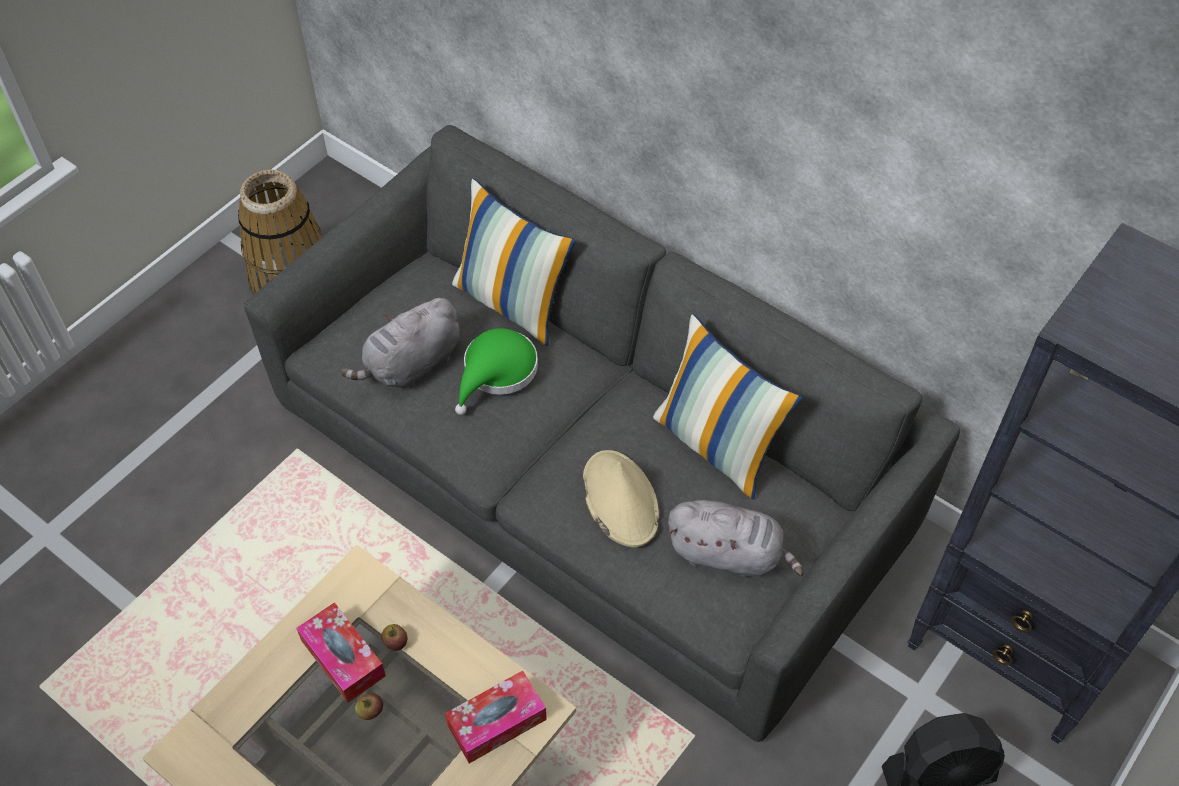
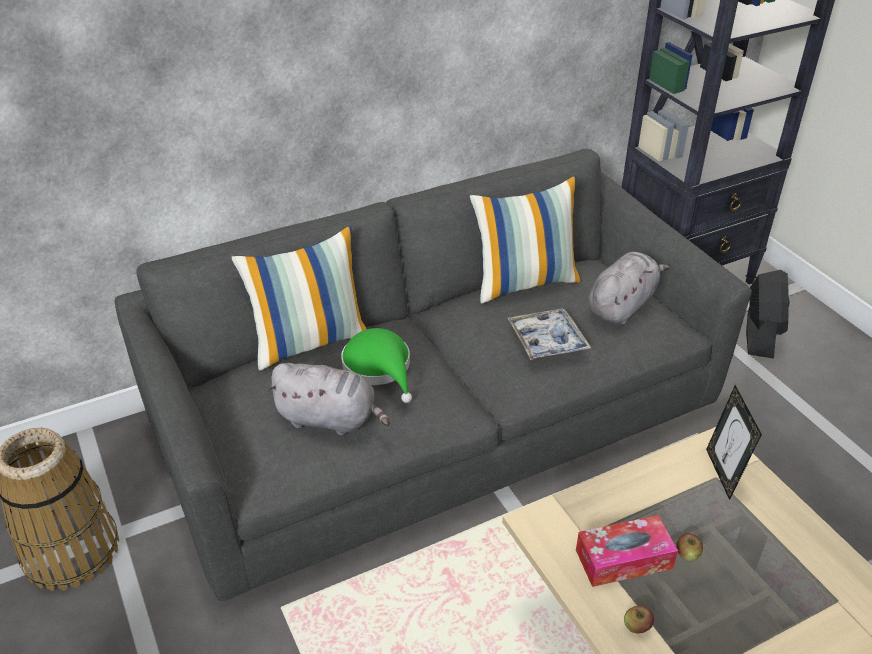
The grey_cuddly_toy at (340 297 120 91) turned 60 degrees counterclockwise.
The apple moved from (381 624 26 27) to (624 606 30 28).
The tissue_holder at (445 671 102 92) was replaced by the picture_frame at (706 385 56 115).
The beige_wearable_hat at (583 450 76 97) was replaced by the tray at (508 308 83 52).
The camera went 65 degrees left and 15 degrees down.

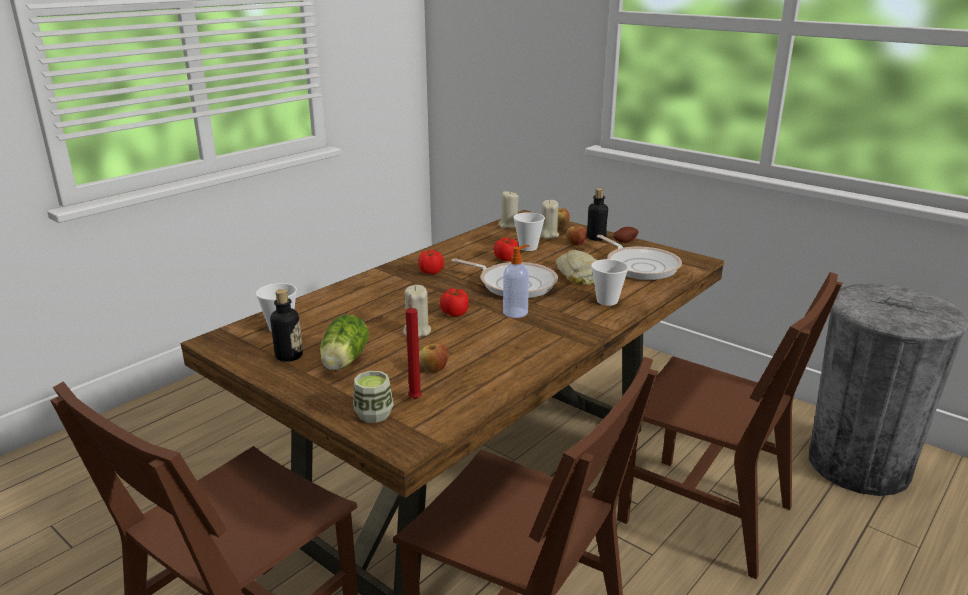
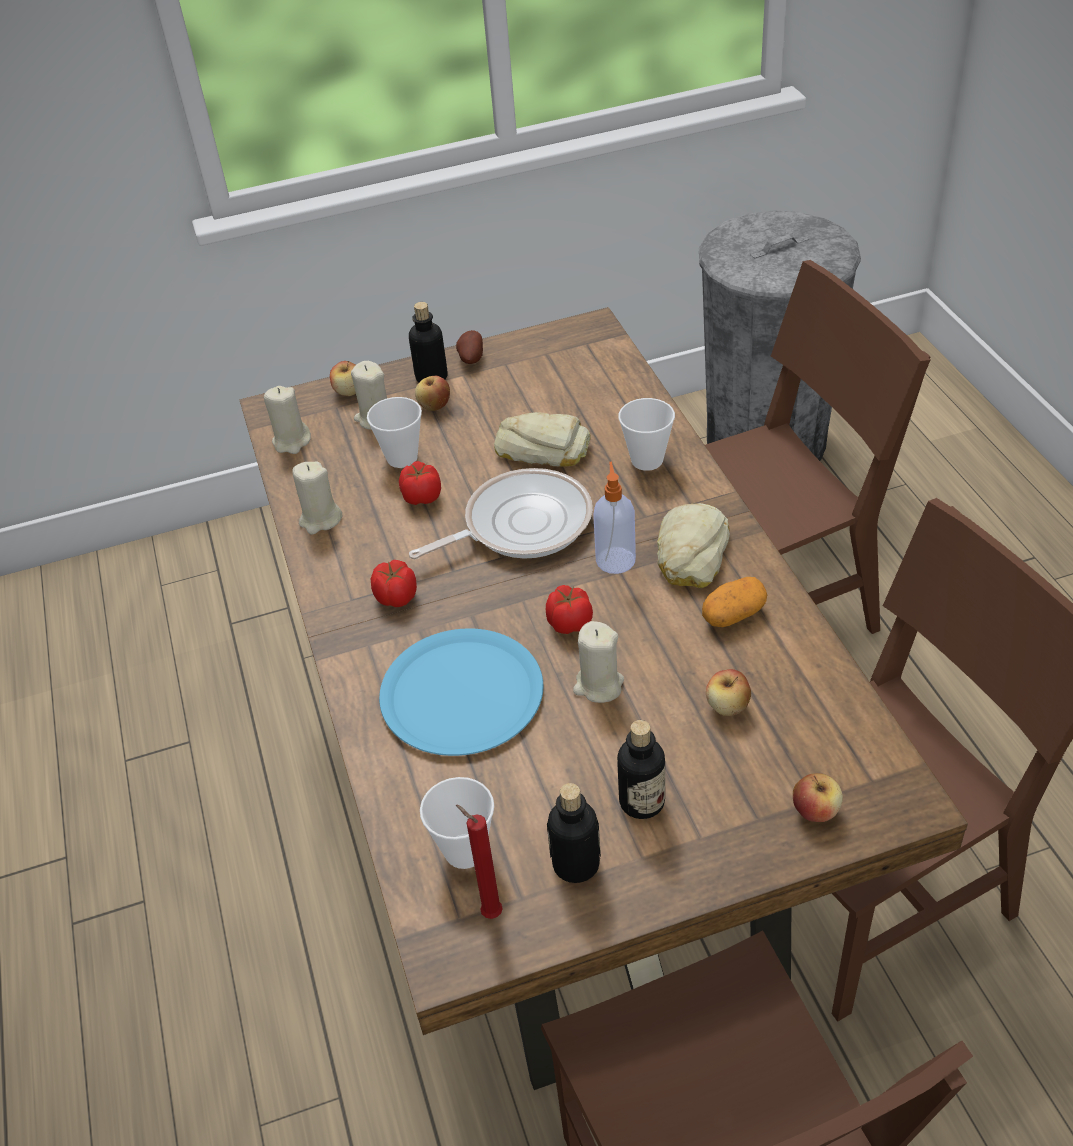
The lettuce at (320 315 49 56) was replaced by the drink_bottle at (617 720 48 99).
The small_cup at (353 371 41 52) was replaced by the apple at (793 773 50 49).
The red_wax_light moved from (405 295 17 104) to (456 805 47 114).
The skillet at (597 235 85 45) disappeared.
The beige_wax_light at (293 461 49 73) appeared.
The bluish_plate at (379 628 164 128) appeared.
The baked_bread at (657 503 73 85) appeared.
The whole_potato at (702 577 65 50) appeared.
The camera went 55 degrees left and 20 degrees up.

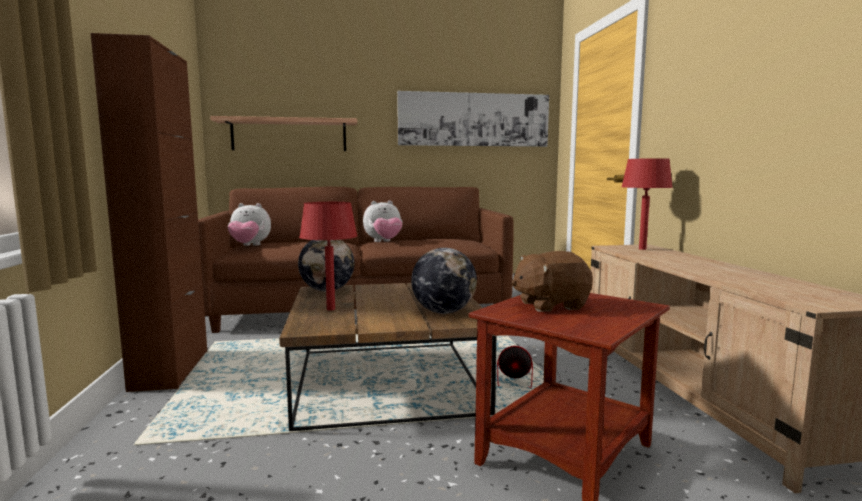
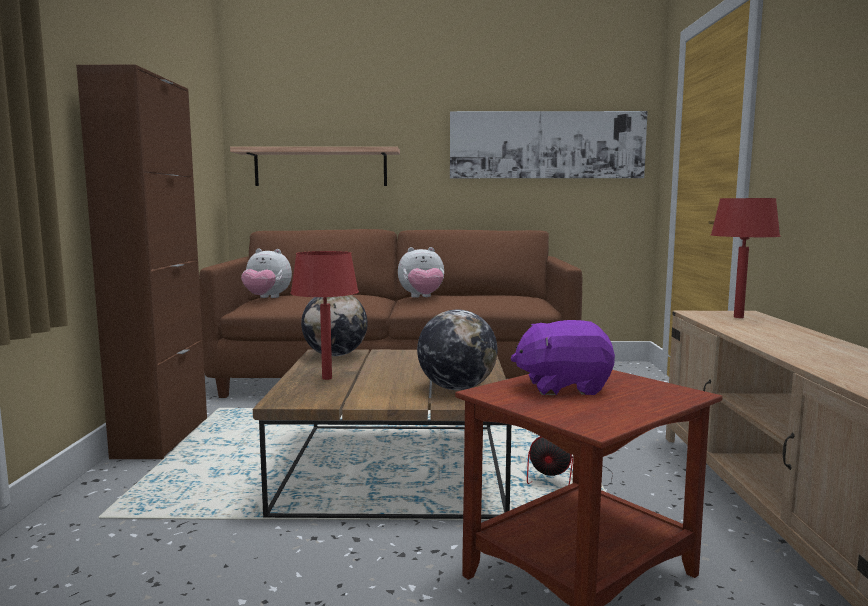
The brown-coloured_cuddly_toy at (511 251 82 61) became the purple-coloured_cuddly_toy at (511 320 104 75).
The camera went 10 degrees right and 0 degrees up.

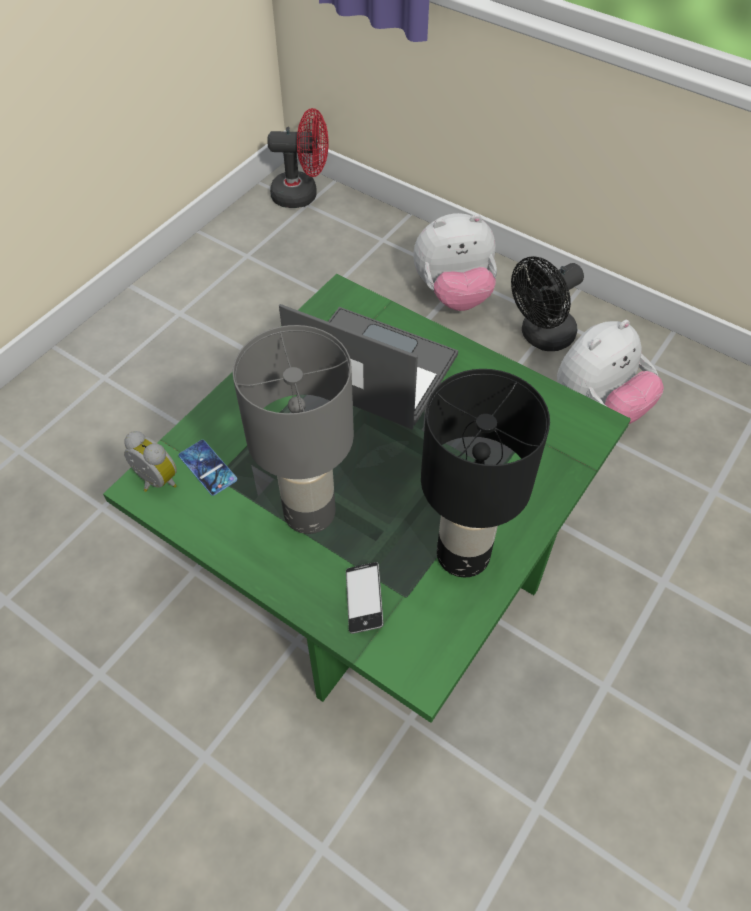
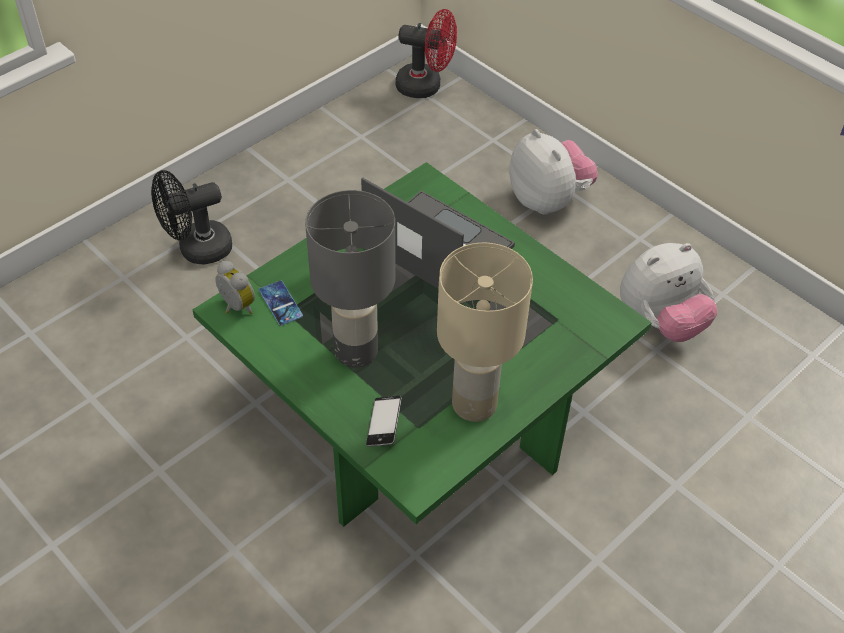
The cuddly_toy at (413 213 84 98) turned 120 degrees counterclockwise.
The blackish_lamp_for_a_table at (421 369 129 209) became the beige_lamp_for_a_table at (437 243 96 179).
The blackish_cooling_fan moved from (511 256 73 95) to (151 170 81 95).
The camera went 10 degrees right and 5 degrees down.

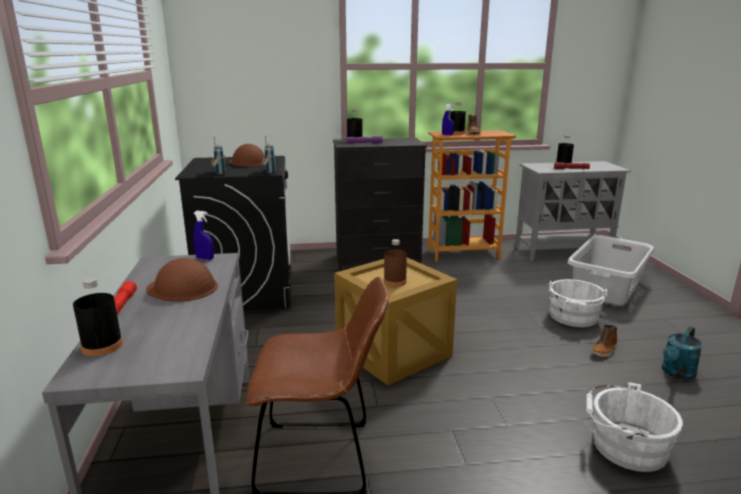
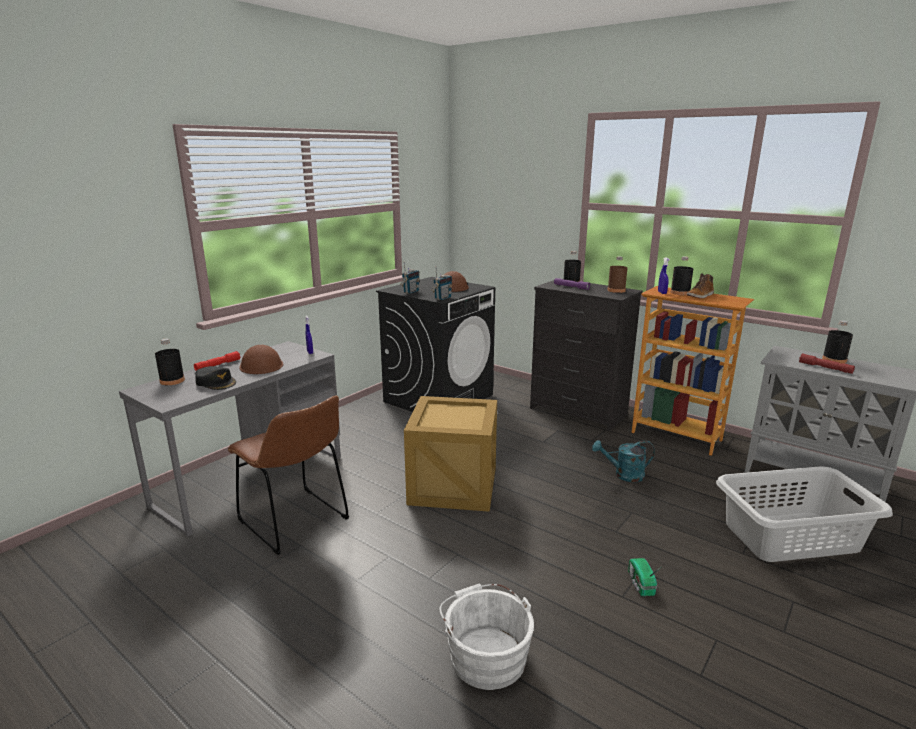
The brown-coloured_drink_bottle moved from (384 239 23 48) to (608 256 19 37).
The white-coloured_pail at (548 279 59 48) disappeared.
The boot at (591 324 27 33) was replaced by the radio_receiver at (628 558 33 38).
The turquoise-coloured_watering_pot moved from (662 326 41 54) to (592 440 63 42).
The blackish_baseball_cap at (195 366 41 24) appeared.
The camera went 45 degrees right and 0 degrees up.

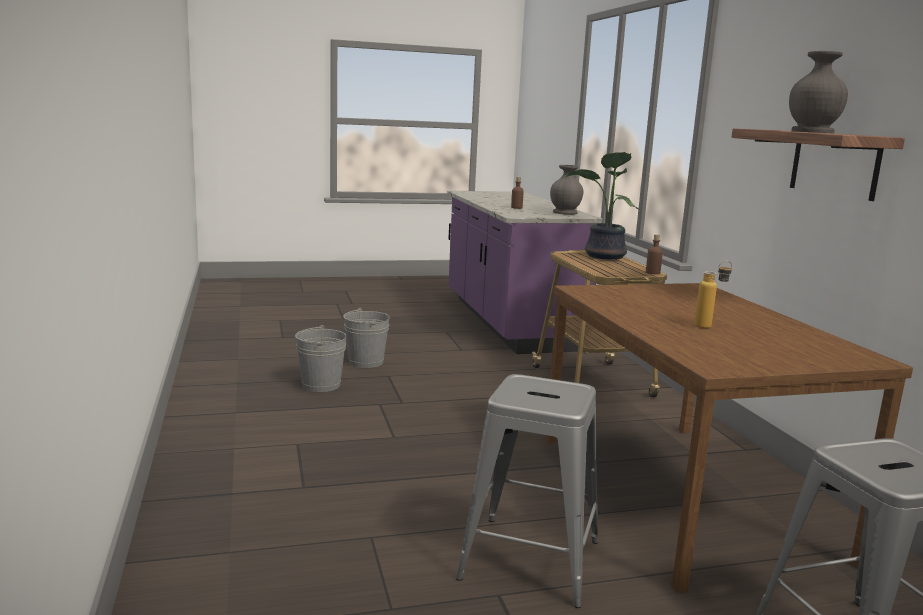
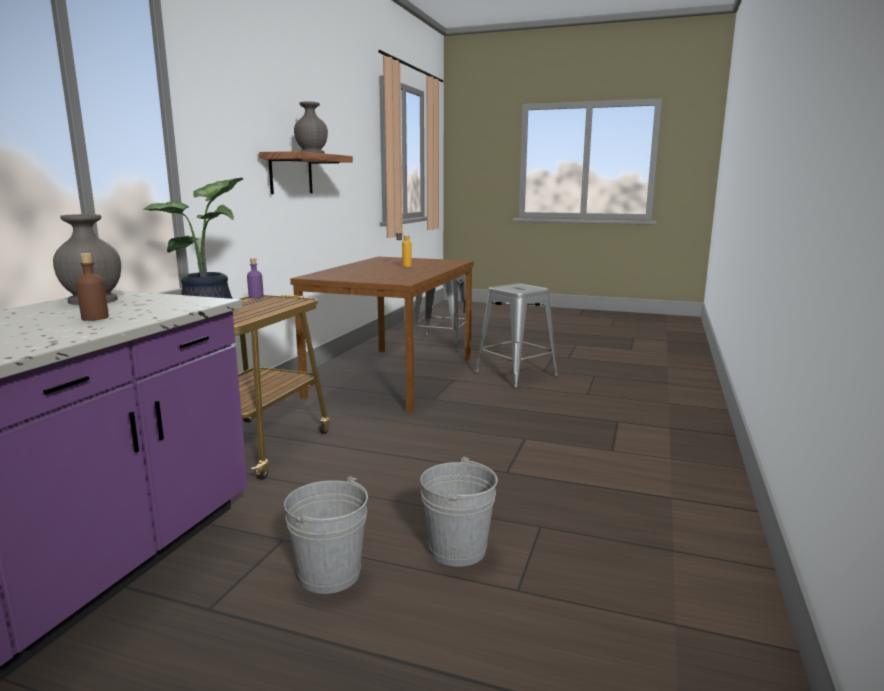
The grey_pail moved from (295 325 52 67) to (284 476 84 118).
The brown-coloured_drink_bottle at (646 234 17 40) became the purple-coloured_drink_bottle at (247 258 17 40).
The camera went 145 degrees left and 0 degrees up.

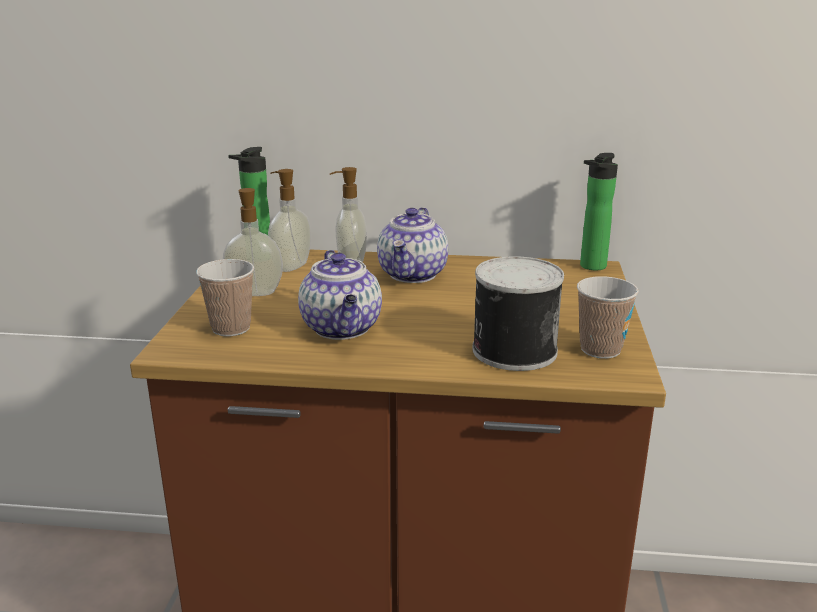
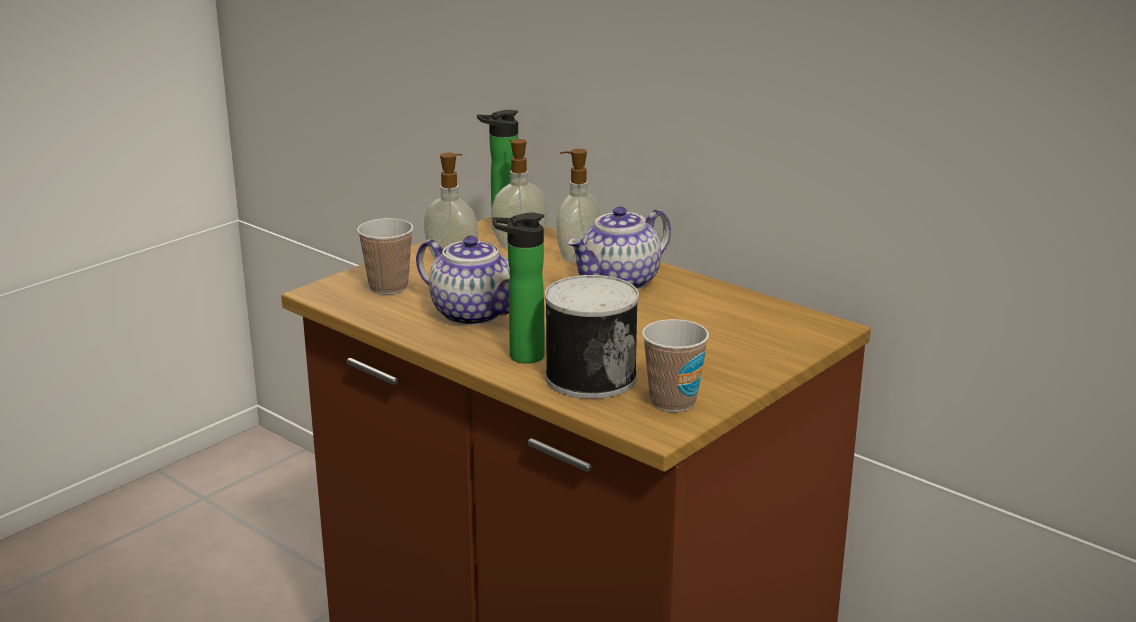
The teapot at (298 250 84 90) turned 75 degrees counterclockwise.
The drink_bottle moved from (580 153 38 117) to (492 213 53 151).
The camera went 35 degrees right and 0 degrees up.

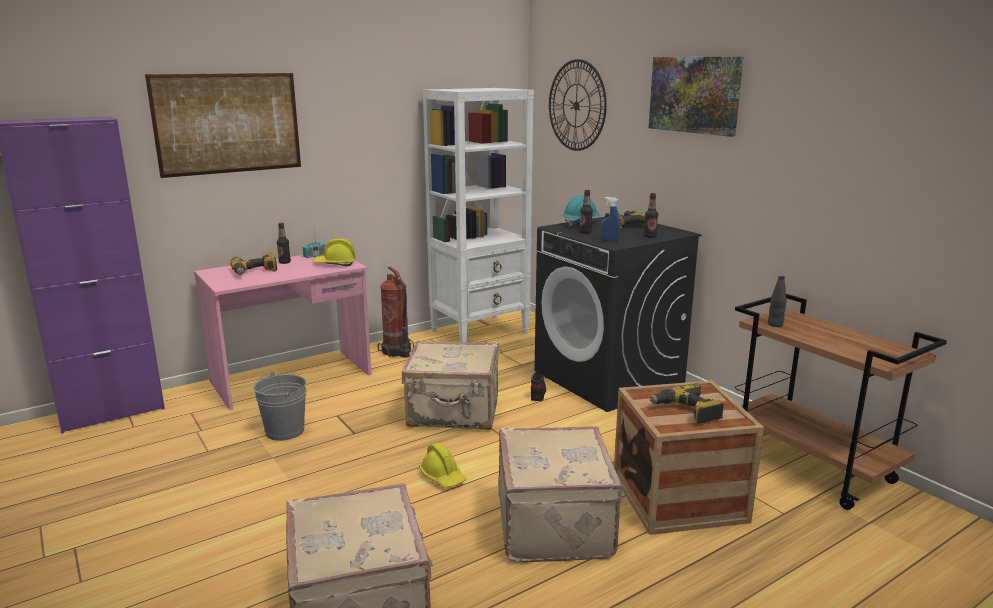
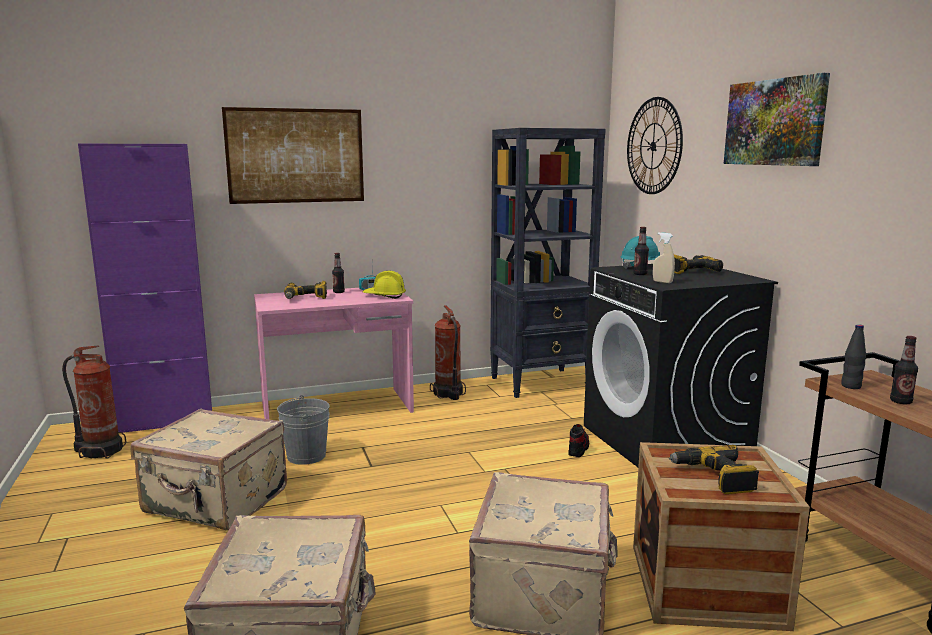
The beige_piece_of_luggage moved from (402 340 97 90) to (130 409 157 121).
The yellow_safety_helmet at (419 443 47 44) disappeared.
The white-coloured_shelving_unit at (423 88 111 254) became the blackish_shelving_unit at (490 128 116 270).
The bluish_sprayer at (601 197 19 45) became the beige_sprayer at (653 232 22 51).
The drink_bottle moved from (644 193 14 45) to (890 336 28 68).
The extinguisher at (62 346 64 113) appeared.
The camera went 15 degrees right and 5 degrees down.

